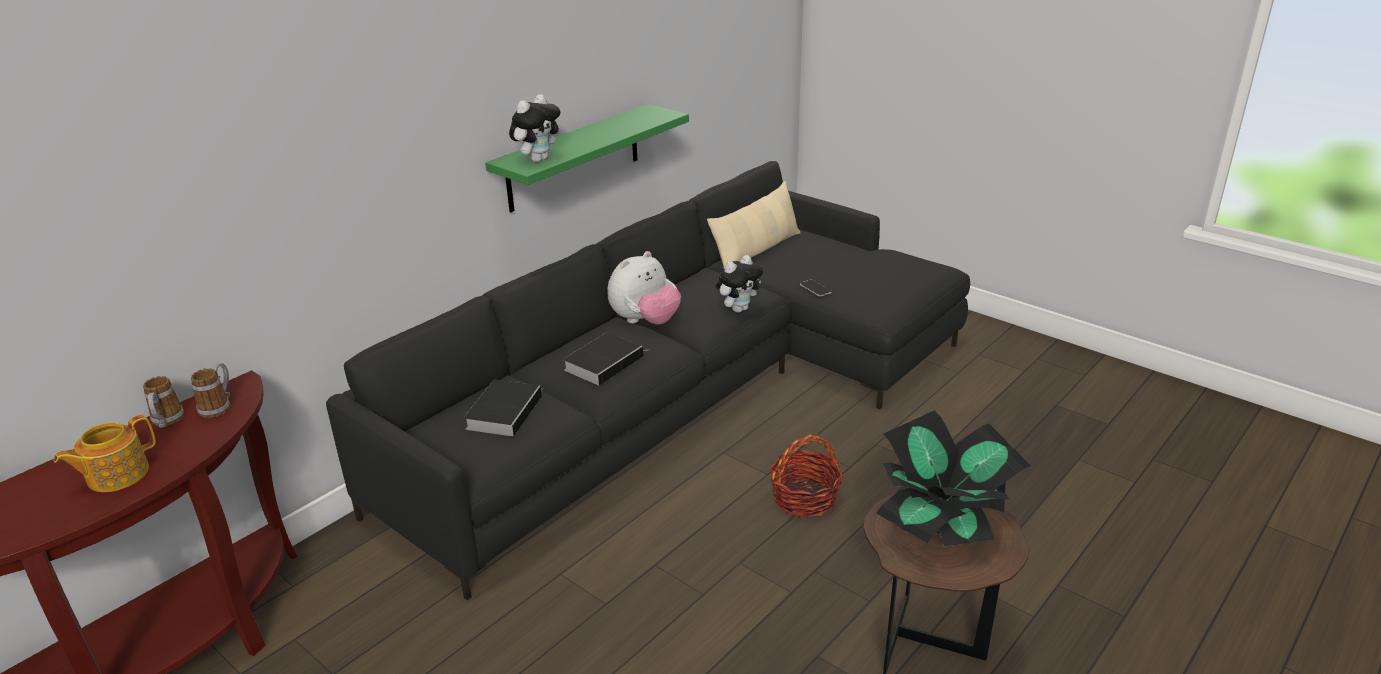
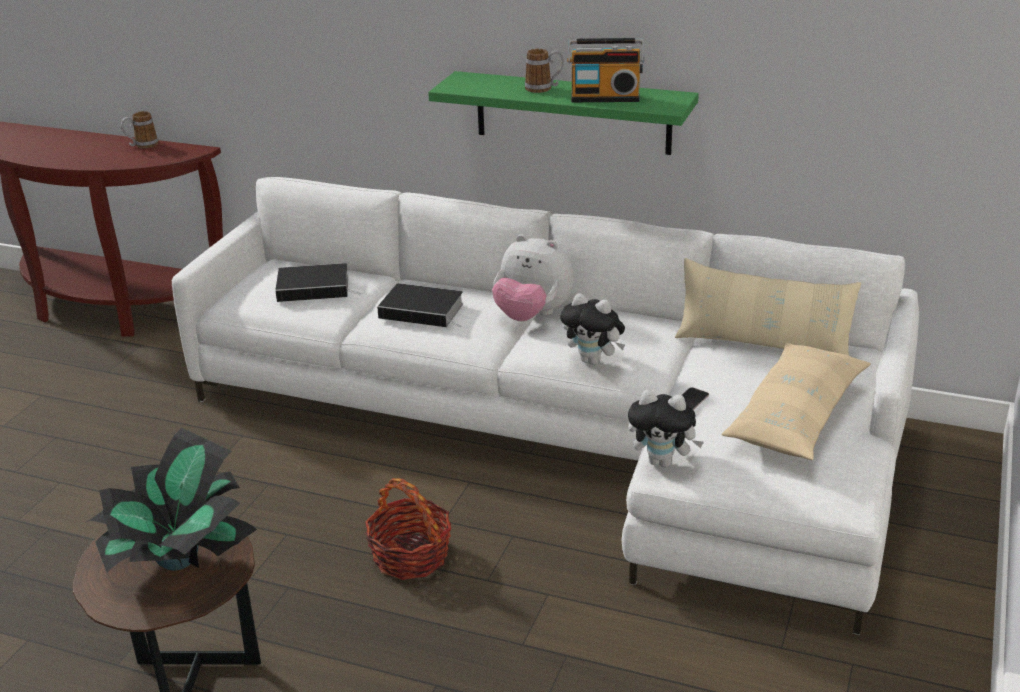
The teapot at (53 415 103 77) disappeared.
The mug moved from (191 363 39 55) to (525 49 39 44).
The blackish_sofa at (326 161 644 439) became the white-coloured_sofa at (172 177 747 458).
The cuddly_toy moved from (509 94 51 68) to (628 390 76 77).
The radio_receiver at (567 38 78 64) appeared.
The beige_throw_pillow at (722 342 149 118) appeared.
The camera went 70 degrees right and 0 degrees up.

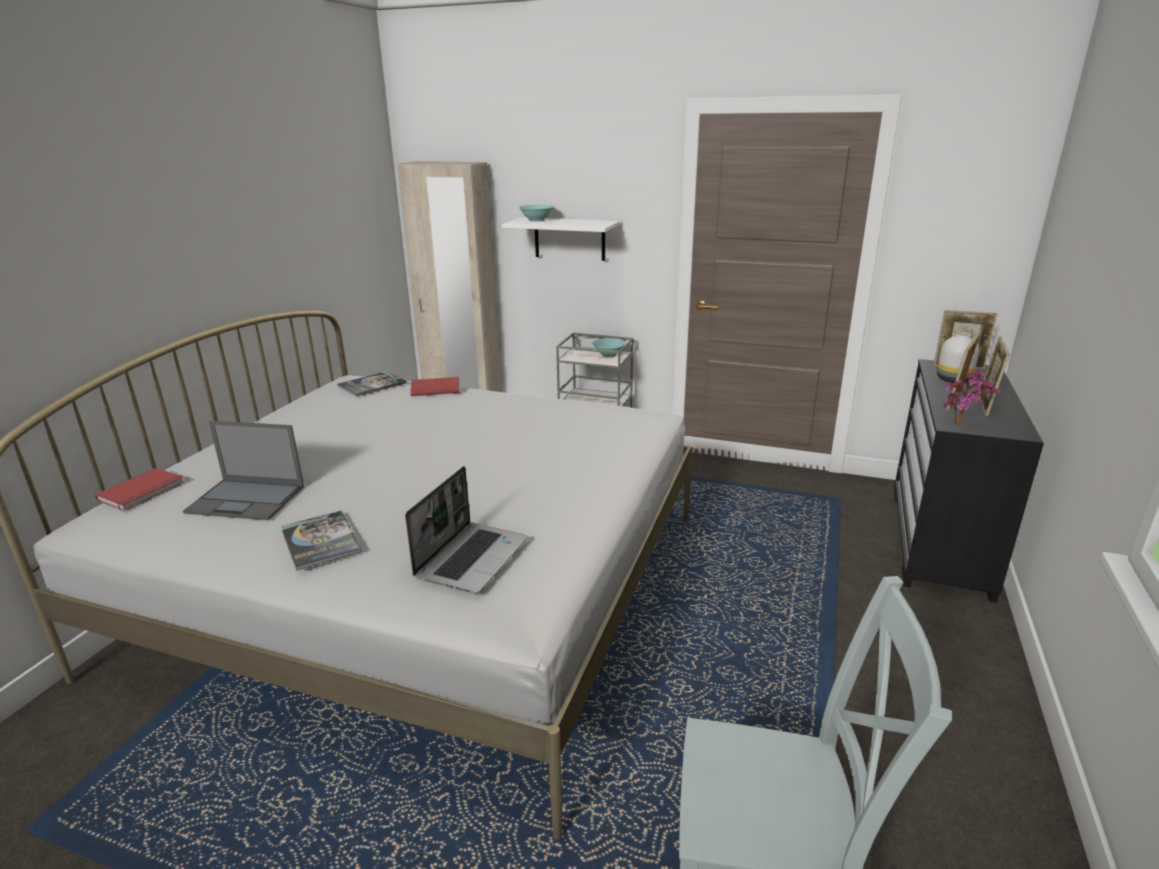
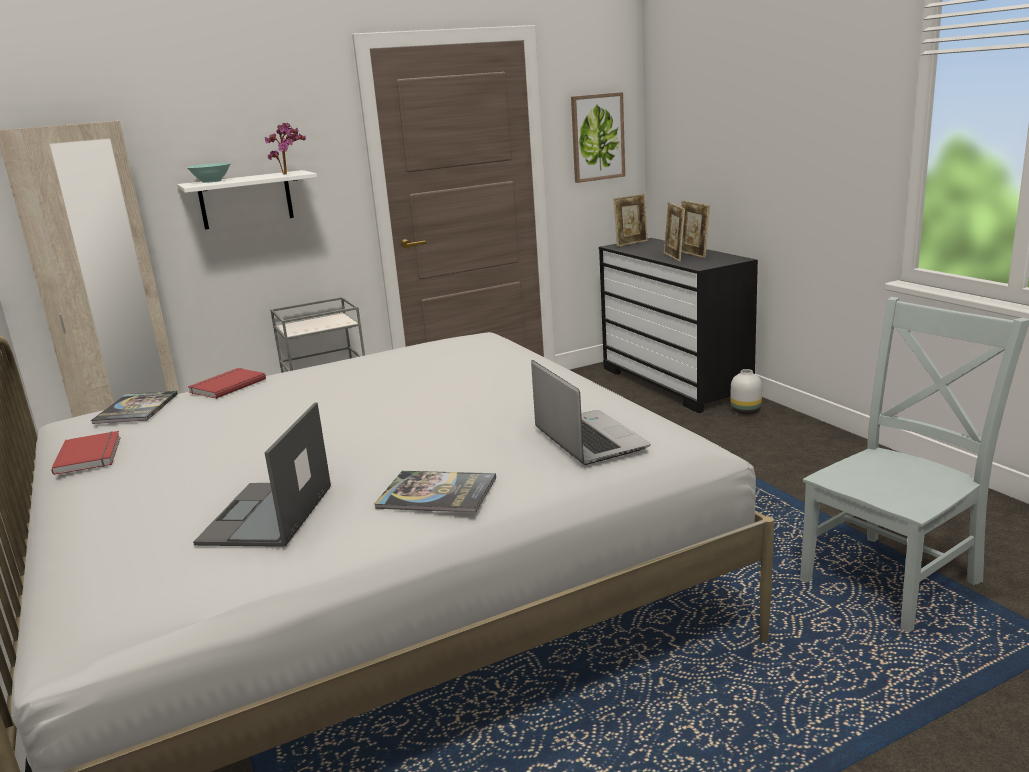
The red_bound_book moved from (95 468 90 43) to (51 431 70 44).
The laptop at (183 420 121 100) turned 135 degrees clockwise.
The turquoise-coloured_bowl at (592 338 34 20) disappeared.
The white-coloured_decorative_vase moved from (937 332 42 51) to (731 369 31 45).
The plant_in_a_pot moved from (943 370 57 55) to (265 123 41 51).
The wall_art at (571 92 54 91) appeared.
The camera went 45 degrees left and 5 degrees down.

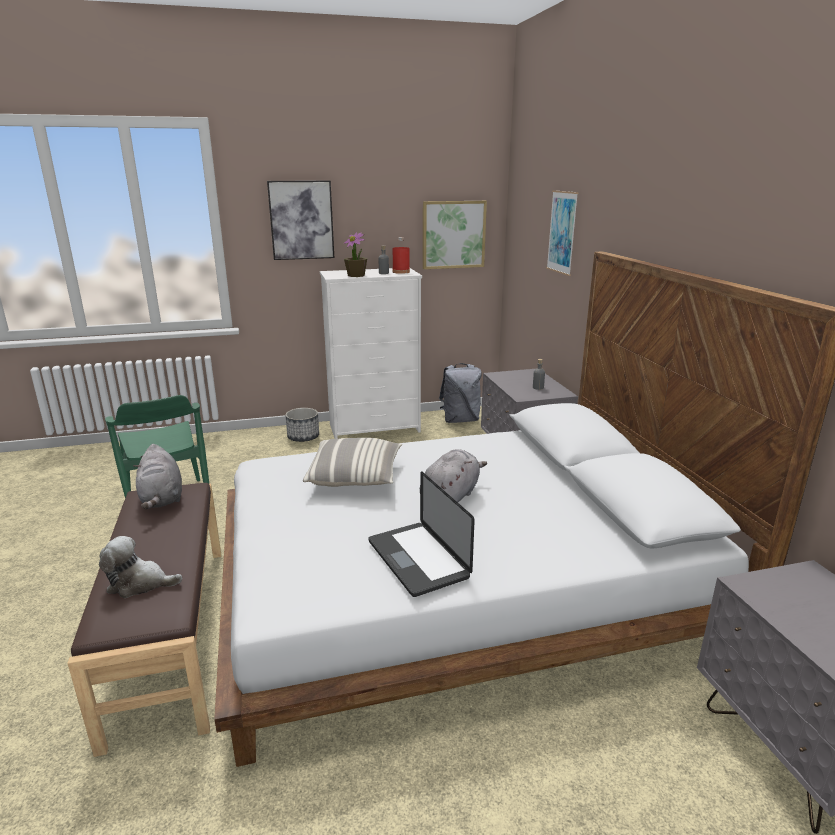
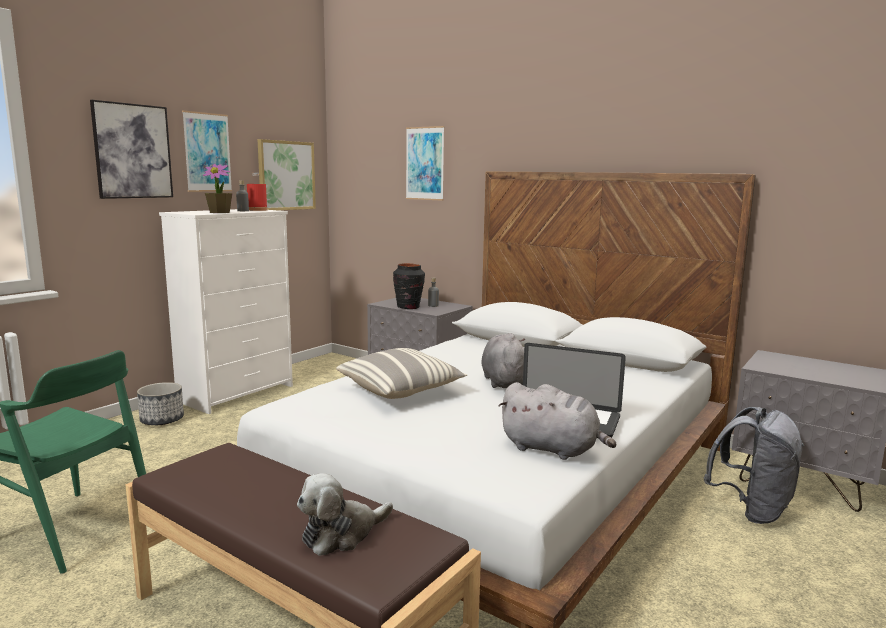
The grey_cuddly_toy moved from (133 444 49 65) to (498 382 118 78).
The grey_backpack moved from (439 363 43 60) to (703 407 101 117).
The wall_art at (182 110 50 82) appeared.
The blackish_decorative_vase at (393 263 32 46) appeared.
The camera went 40 degrees left and 10 degrees down.

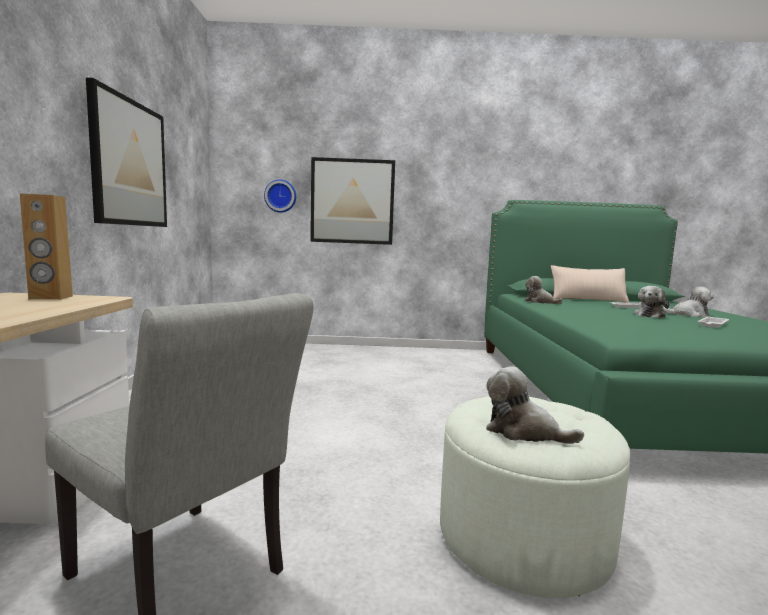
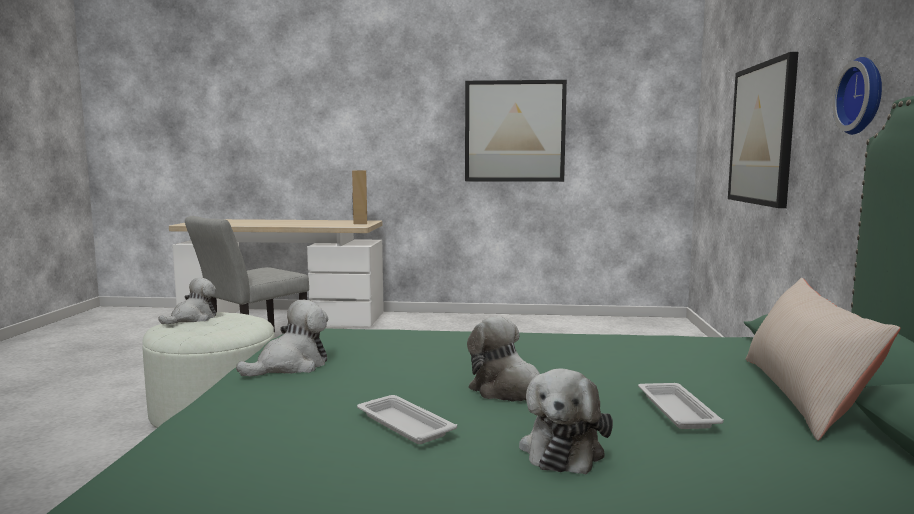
The clock_on_the_wall moved from (264 179 32 34) to (832 57 50 78).
The cuddly_toy moved from (524 276 39 28) to (236 300 92 77).
The camera went 95 degrees right and 0 degrees up.

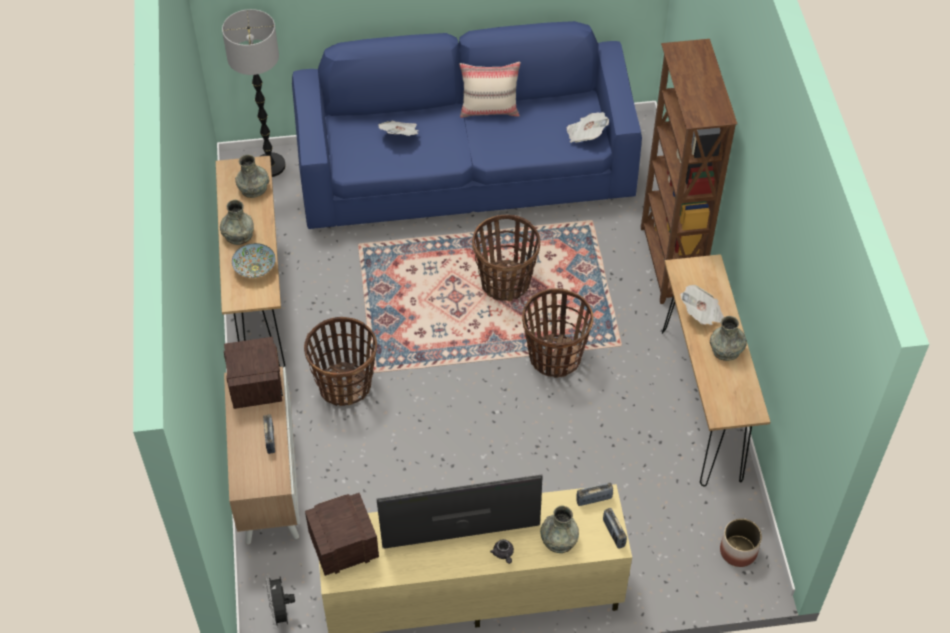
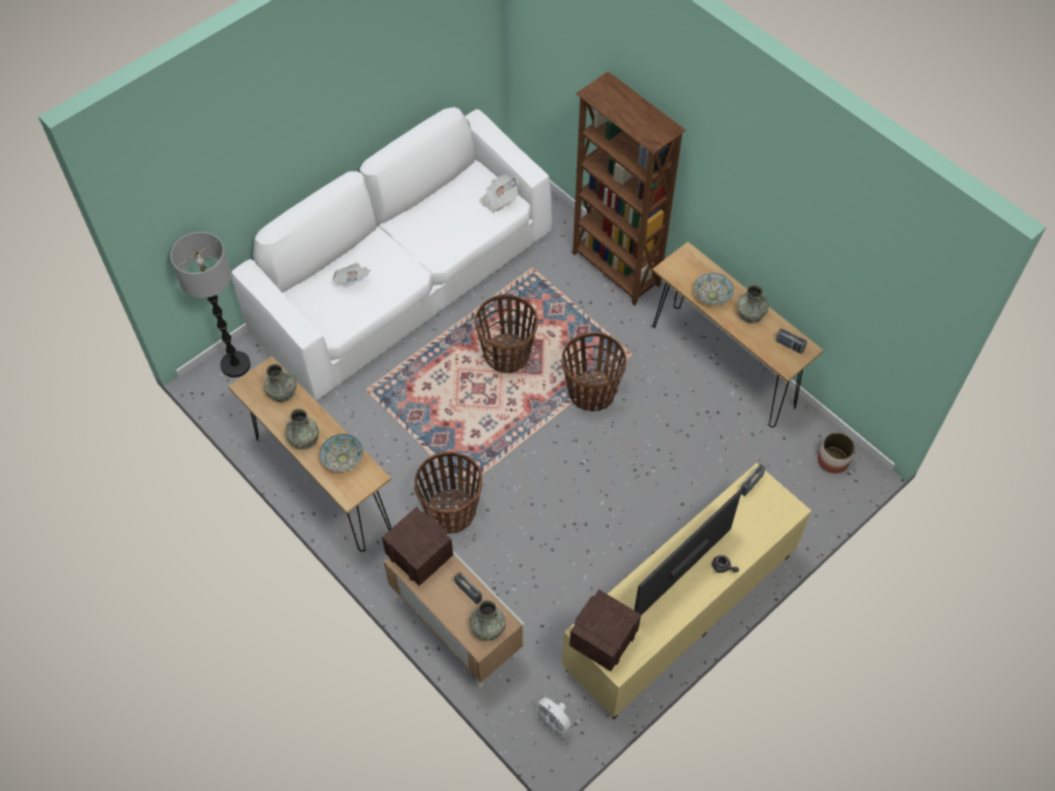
The blackish_cooling_fan at (266 574 29 56) became the white-coloured_cooling_fan at (530 695 43 45).
The bluish_sofa at (292 21 350 208) became the white-coloured_sofa at (231 107 321 294).
The beige_throw_pillow at (459 62 62 56) disappeared.
The grey_decorative_vase moved from (540 506 39 47) to (470 600 36 41).
The radio_receiver moved from (603 508 24 41) to (776 328 31 26).
The printed_paper at (680 285 44 41) was replaced by the bowl at (694 273 40 32).
The camera went 35 degrees left and 5 degrees up.

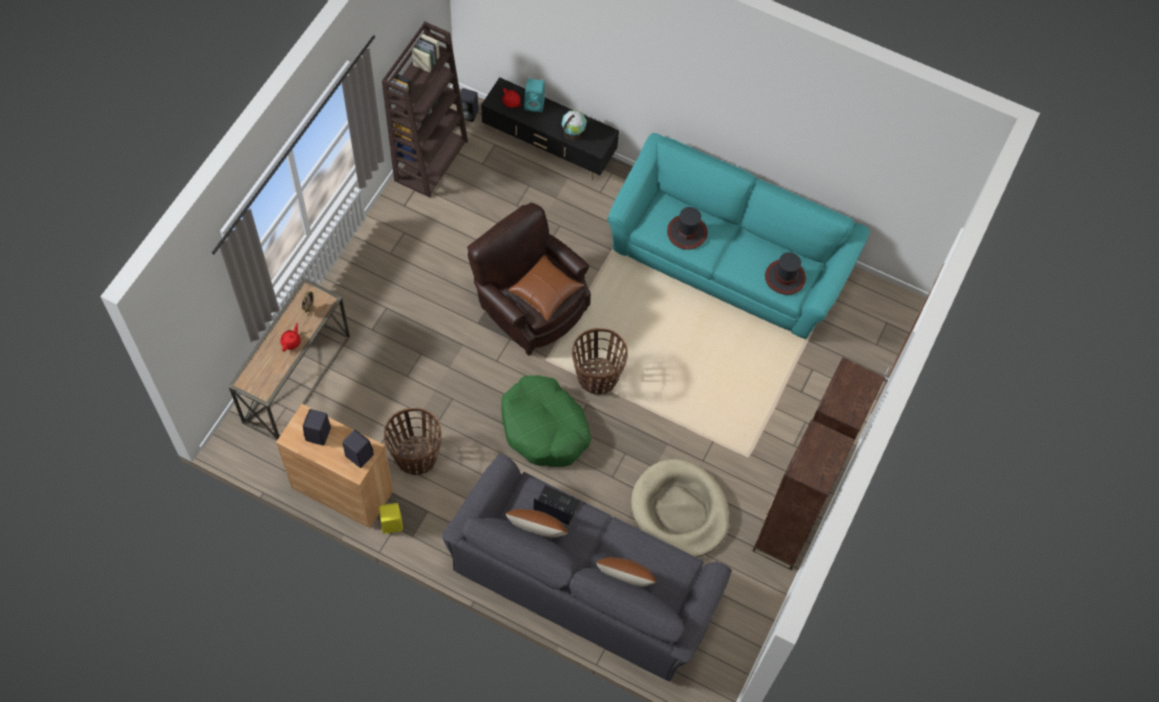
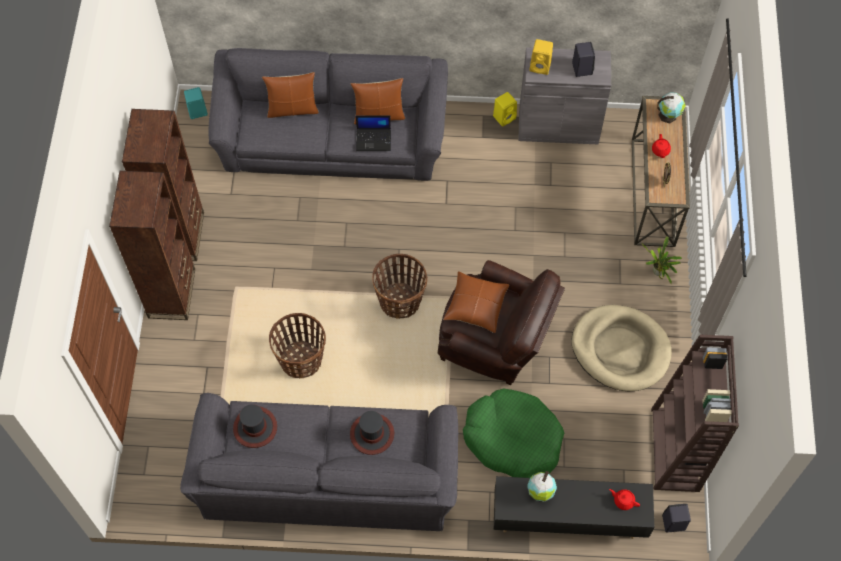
The brown-coloured_storage_cabinet at (276 404 117 124) became the grey_storage_cabinet at (519 47 92 97).
The blackish_loudspeaker at (342 429 32 39) became the yellow_loudspeaker at (530 39 23 36).
The household_basket moved from (384 408 58 67) to (269 313 57 65).
The green-coloured_dog_cushion moved from (501 375 90 92) to (463 388 101 90).
The turquoise-coloured_loudspeaker moved from (524 79 21 33) to (184 87 24 32).
The turquoise-coloured_sofa at (607 133 263 206) became the grey_sofa at (180 393 278 138).
The beige_dog_cushion moved from (631 459 98 98) to (571 305 101 86).
The plant_in_a_pot at (642 236 40 48) appeared.
The desk_globe at (658 93 27 30) appeared.
The camera went 160 degrees right and 0 degrees up.

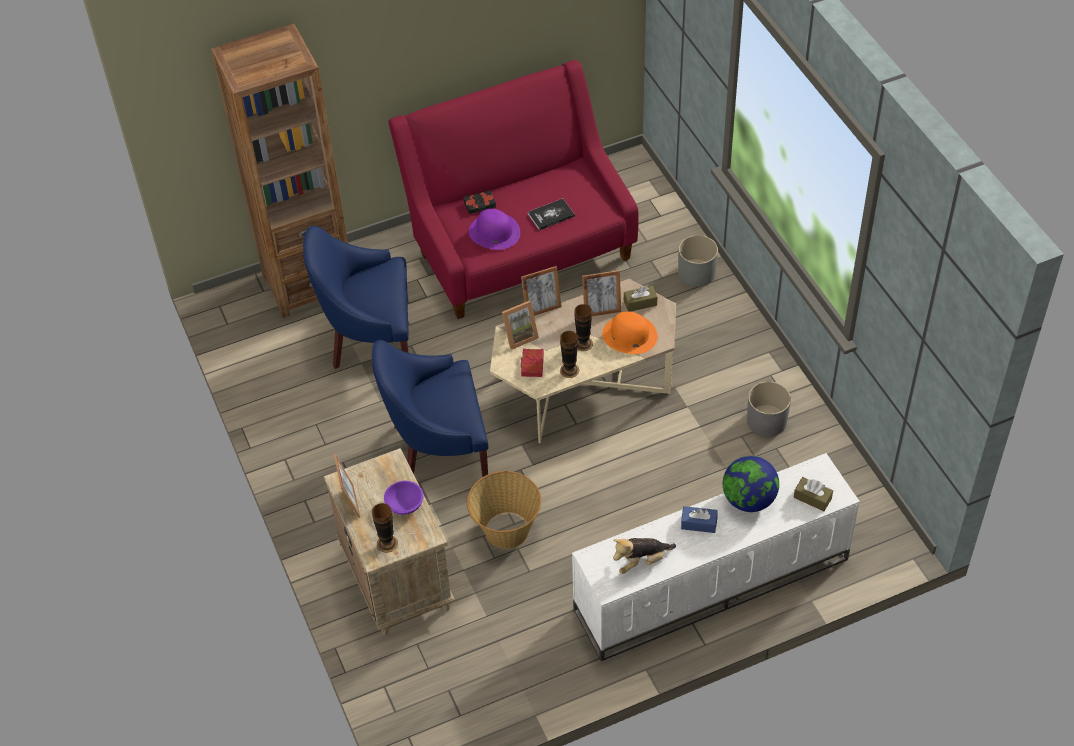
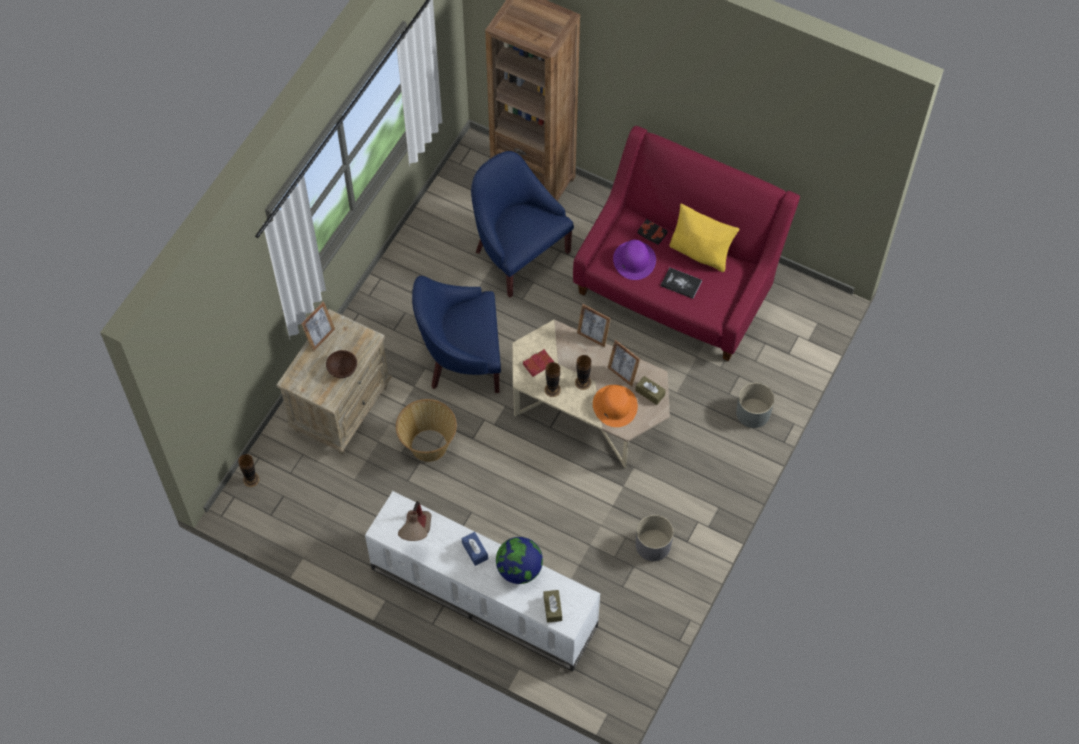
The bluish_easy_chair at (372 340 117 137) turned 45 degrees counterclockwise.
The decorative_vase moved from (372 503 26 50) to (238 454 21 33).
The purple-coloured_bowl at (384 481 40 34) became the brown-coloured_bowl at (326 350 31 28).
The picture_frame at (500 300 39 50) disappeared.
The cuddly_toy at (613 538 63 36) was replaced by the lamp_for_a_table at (398 501 33 40).
The yellow_throw_pillow at (669 204 70 68) appeared.
The camera went 50 degrees right and 10 degrees up.

